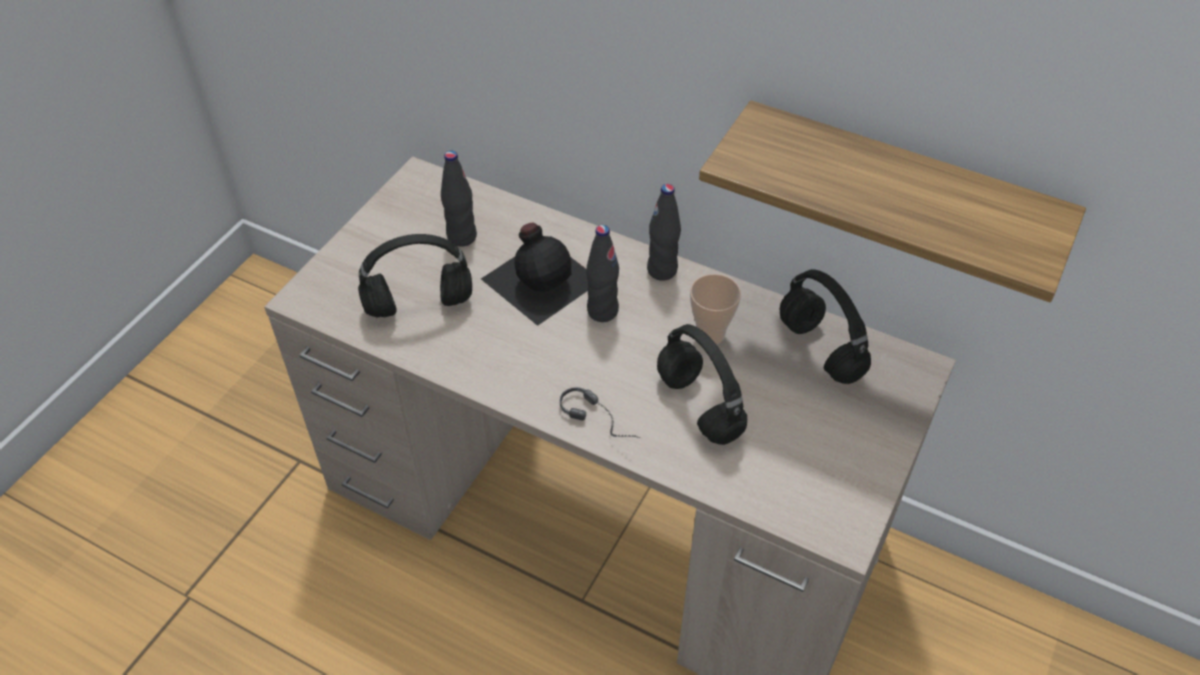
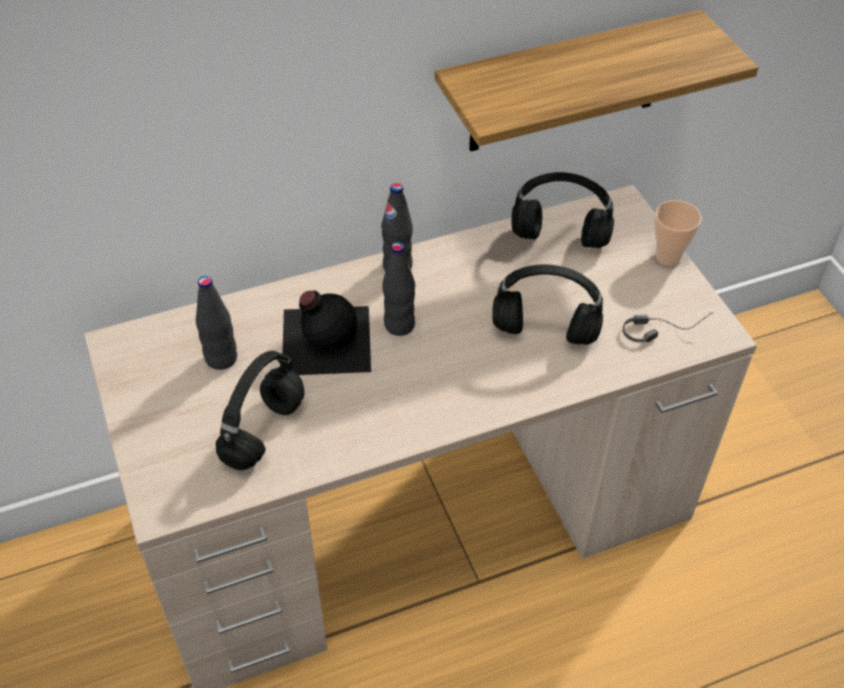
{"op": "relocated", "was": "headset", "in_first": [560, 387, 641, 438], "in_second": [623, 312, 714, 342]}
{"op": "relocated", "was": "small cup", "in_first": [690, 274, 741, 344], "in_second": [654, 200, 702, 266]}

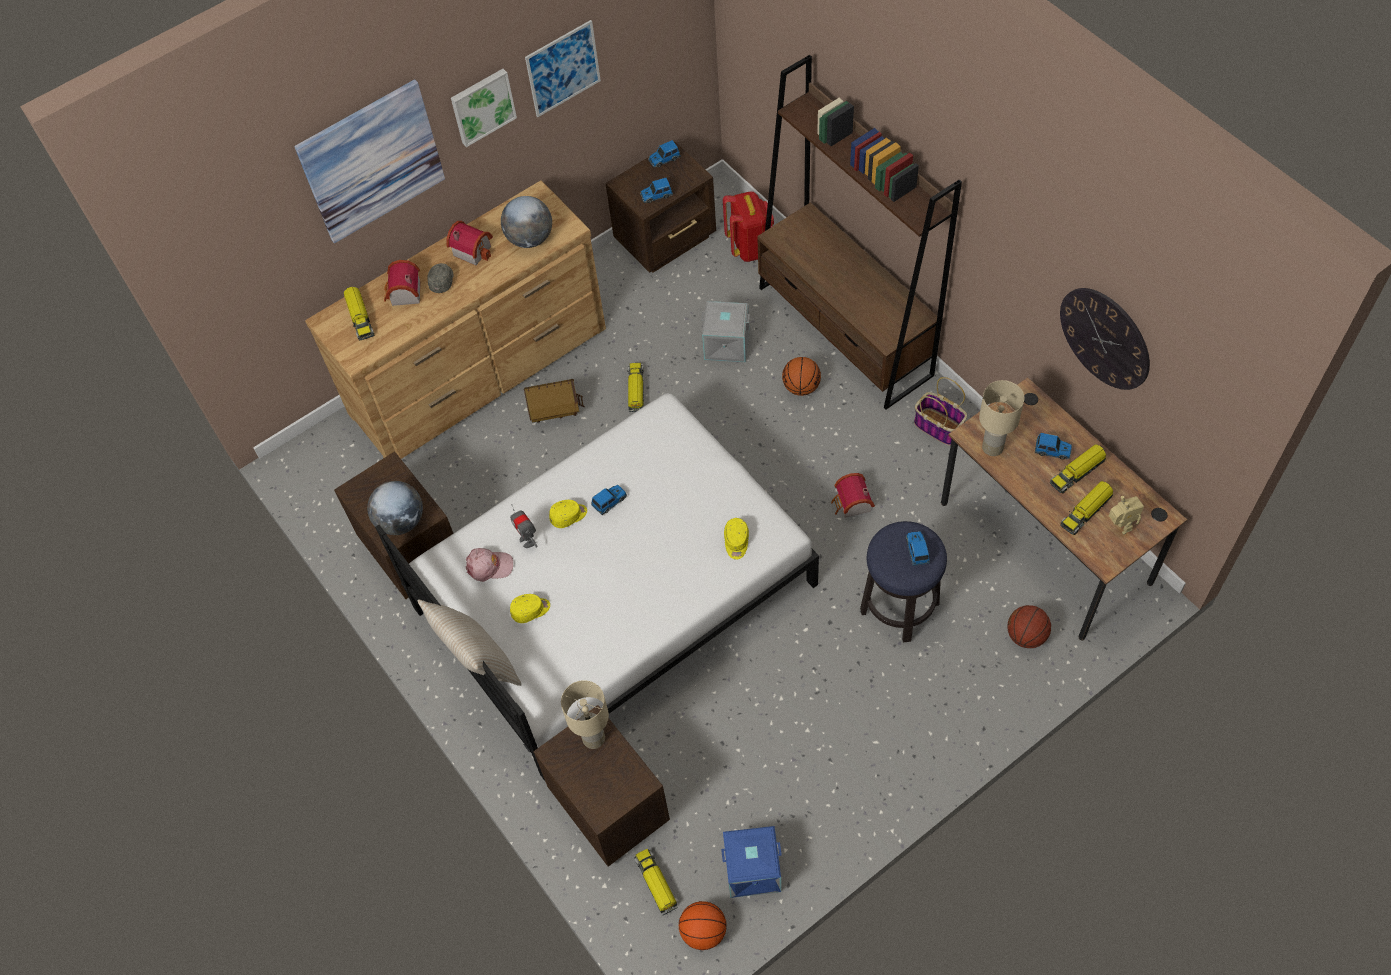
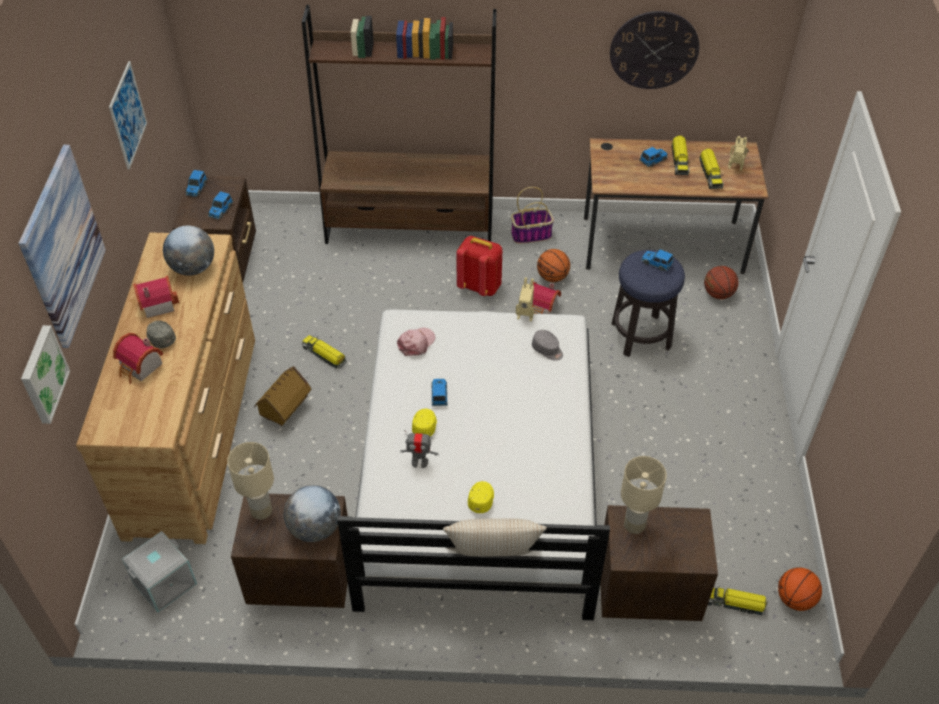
{"op": "relocated", "was": "wall art", "in_first": [451, 69, 517, 147], "in_second": [21, 325, 70, 424]}
{"op": "relocated", "was": "storage bin/grey", "in_first": [701, 301, 750, 362], "in_second": [122, 531, 197, 612]}
{"op": "relocated", "was": "table lamp/beige", "in_first": [979, 380, 1024, 456], "in_second": [227, 442, 274, 520]}
{"op": "relocated", "was": "baseball cap/pink-coloured", "in_first": [466, 548, 513, 582], "in_second": [397, 328, 435, 356]}
{"op": "relocated", "was": "backpack/reddish", "in_first": [723, 191, 774, 262], "in_second": [456, 236, 503, 296]}
{"op": "appeared", "now": "model robot", "in_second": [516, 277, 534, 322]}
{"op": "colour", "was": "baseball cap/yellow-coloured", "now": "baseball cap/grey", "in_first": [724, 518, 749, 560], "in_second": [532, 330, 563, 361]}
{"op": "relocated", "was": "basketball", "in_first": [782, 357, 821, 396], "in_second": [537, 249, 570, 282]}
{"op": "missing", "was": "toy lorry", "in_first": [344, 287, 374, 340]}
{"op": "missing", "was": "storage bin/blue", "in_first": [721, 826, 782, 898]}

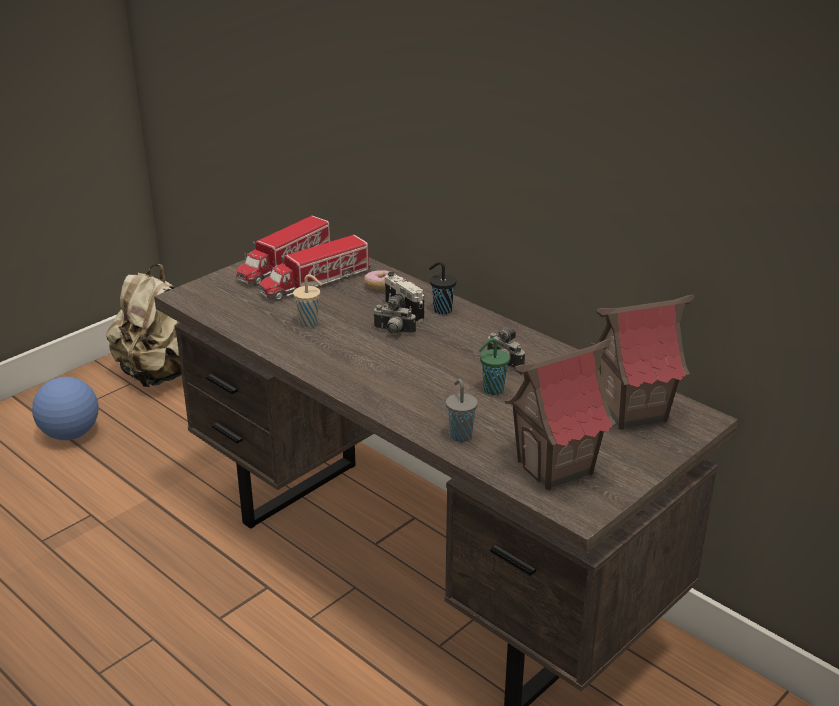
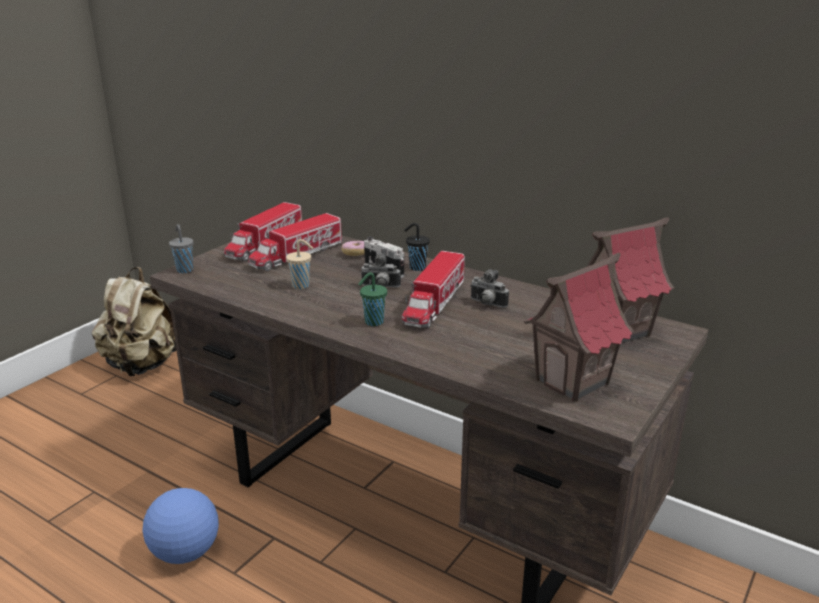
{"op": "relocated", "was": "ball for football", "in_first": [32, 377, 99, 440], "in_second": [142, 488, 219, 564]}
{"op": "relocated", "was": "small cup/grey", "in_first": [446, 379, 478, 442], "in_second": [169, 224, 193, 273]}
{"op": "relocated", "was": "small cup/green", "in_first": [478, 338, 510, 395], "in_second": [358, 272, 387, 326]}
{"op": "appeared", "now": "toy lorry", "in_second": [402, 251, 465, 328]}

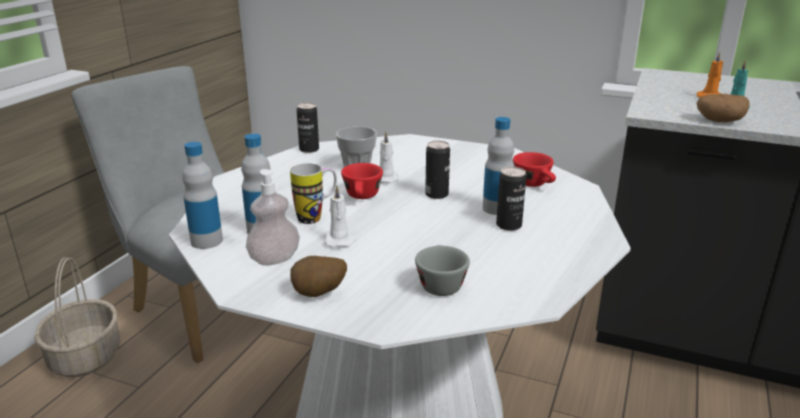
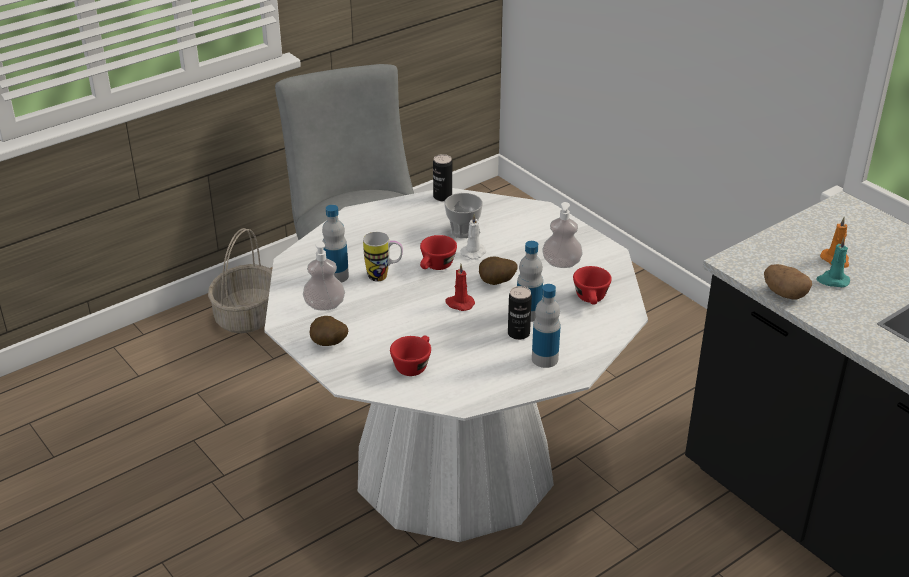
{"op": "colour", "was": "small cup/grey", "now": "small cup/reddish", "in_first": [415, 245, 470, 296], "in_second": [390, 335, 431, 376]}
{"op": "appeared", "now": "wax light/reddish", "in_second": [445, 264, 475, 311]}
{"op": "exchanged", "was": "sealed can", "now": "spud", "in_first": [425, 141, 450, 199], "in_second": [479, 256, 518, 285]}
{"op": "relocated", "was": "beverage bottle", "in_first": [182, 142, 223, 249], "in_second": [532, 284, 561, 368]}
{"op": "appeared", "now": "soap bottle", "in_second": [542, 202, 583, 268]}
{"op": "missing", "was": "wax light/white", "in_first": [324, 186, 356, 248]}

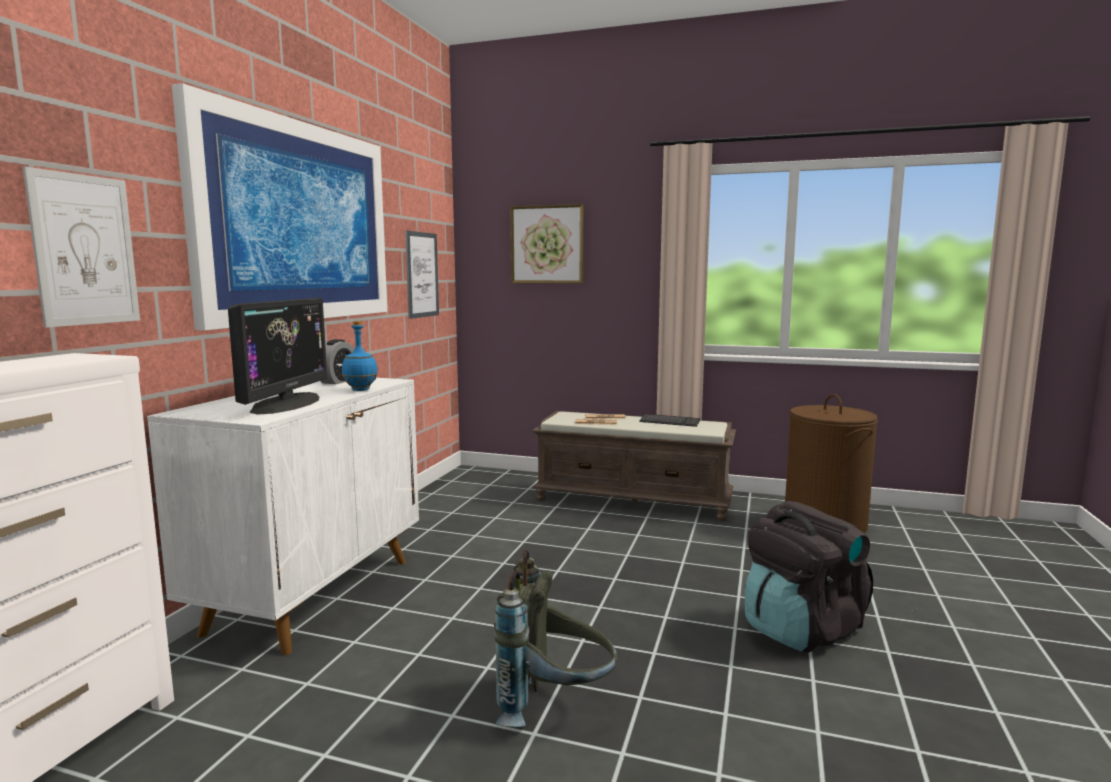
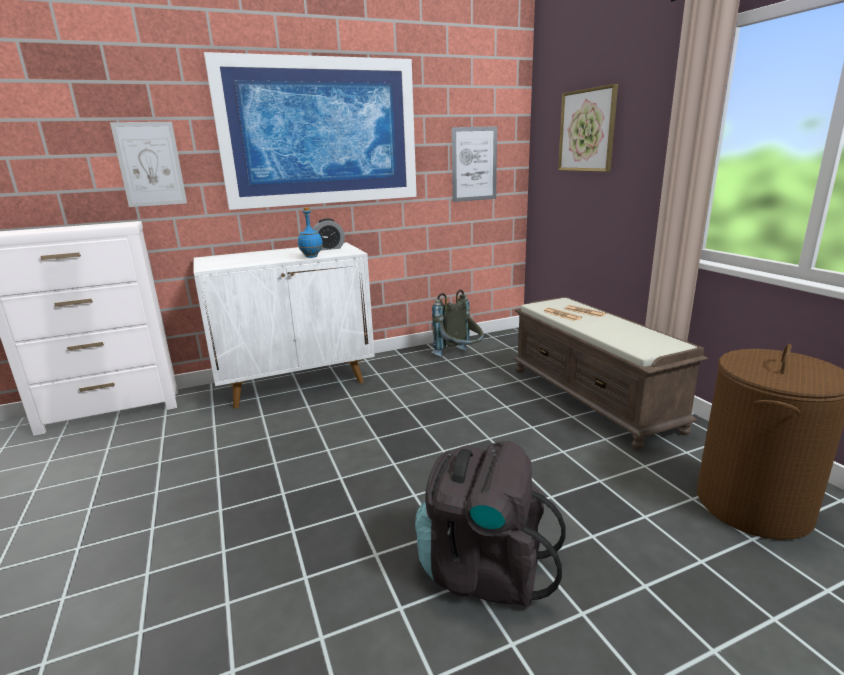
{"op": "relocated", "was": "backpack/grey", "in_first": [494, 550, 617, 727], "in_second": [432, 289, 484, 357]}
{"op": "missing", "was": "computer display", "in_first": [228, 298, 327, 415]}
{"op": "missing", "was": "computer keyboard", "in_first": [639, 414, 701, 427]}

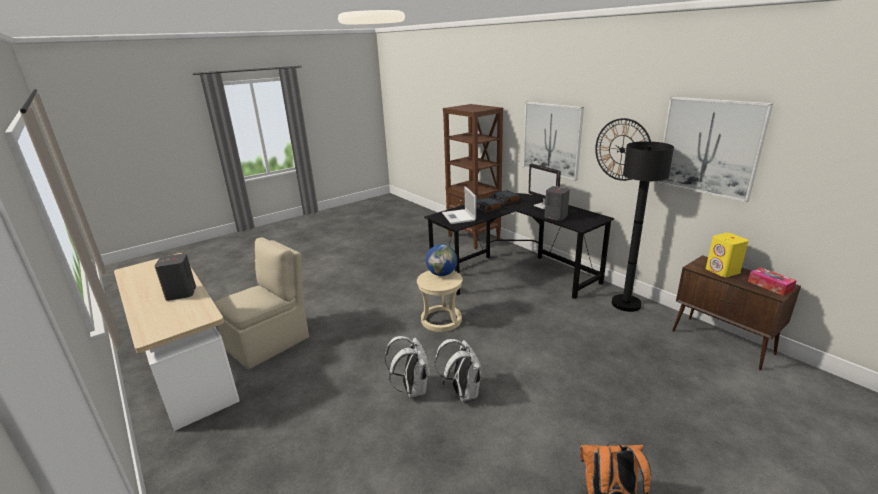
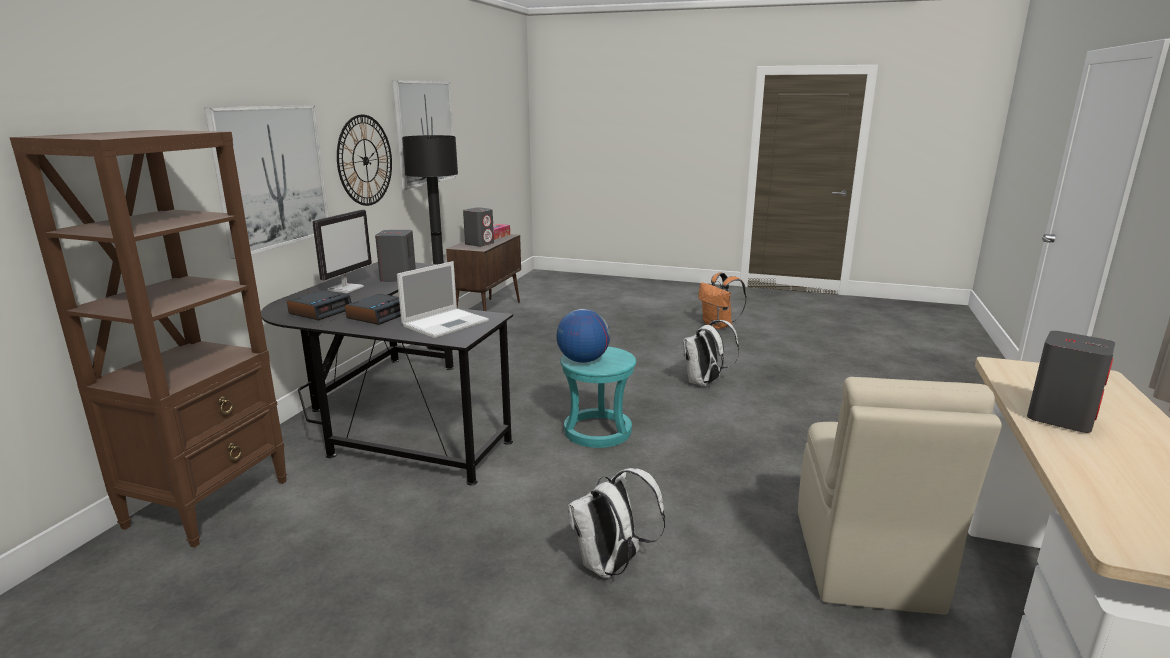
{"op": "colour", "was": "audio speaker/yellow-coloured", "now": "audio speaker/grey", "in_first": [706, 233, 749, 277], "in_second": [463, 207, 494, 247]}
{"op": "colour", "was": "stool seat/beige", "now": "stool seat/blue-green", "in_first": [417, 271, 463, 332], "in_second": [560, 347, 636, 448]}
{"op": "relocated", "was": "backpack/white", "in_first": [385, 336, 430, 398], "in_second": [568, 468, 666, 578]}
{"op": "spun", "was": "plain chair/beige", "in_first": [214, 237, 309, 369], "in_second": [798, 377, 1002, 615], "clockwise": -90}

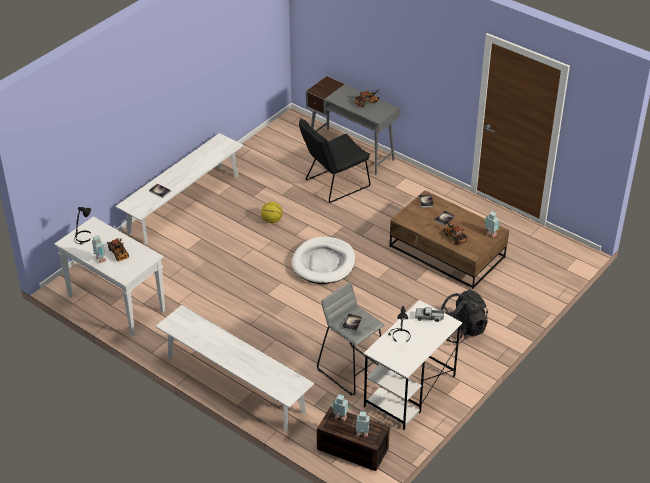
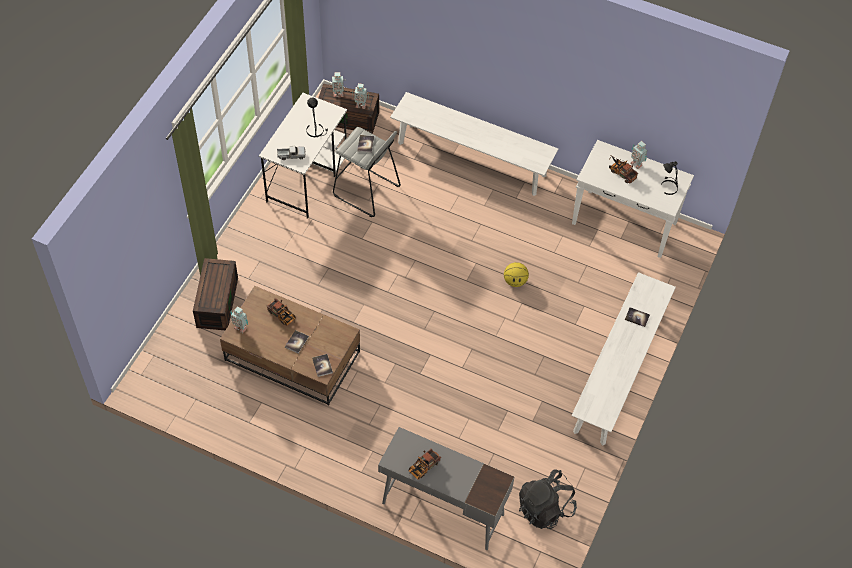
{"op": "appeared", "now": "storage bin/brown-coloured", "in_second": [193, 258, 238, 330]}
{"op": "relocated", "was": "basketball", "in_first": [261, 202, 283, 223], "in_second": [504, 262, 529, 287]}
{"op": "relocated", "was": "backpack/black-coloured", "in_first": [441, 290, 488, 343], "in_second": [519, 470, 577, 529]}
{"op": "missing", "was": "pet bed/white", "in_first": [292, 237, 355, 284]}
{"op": "missing", "was": "plain chair/black-coloured", "in_first": [299, 118, 370, 203]}

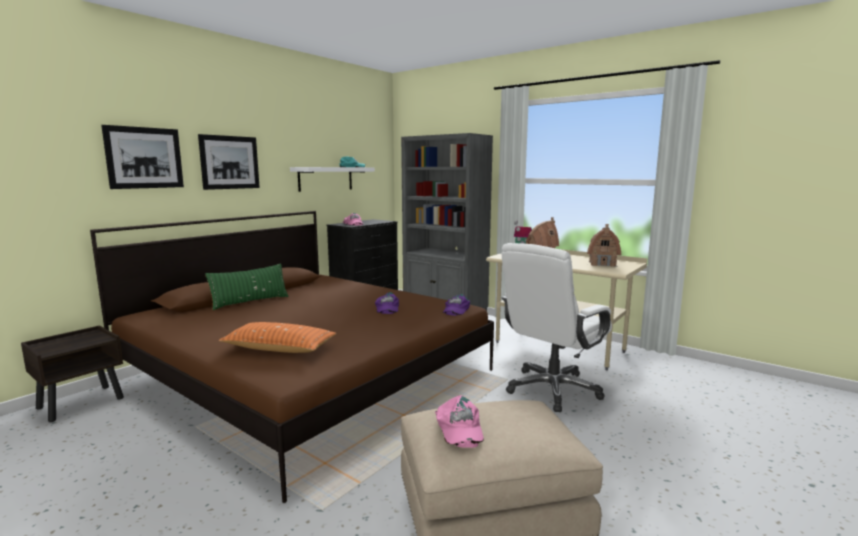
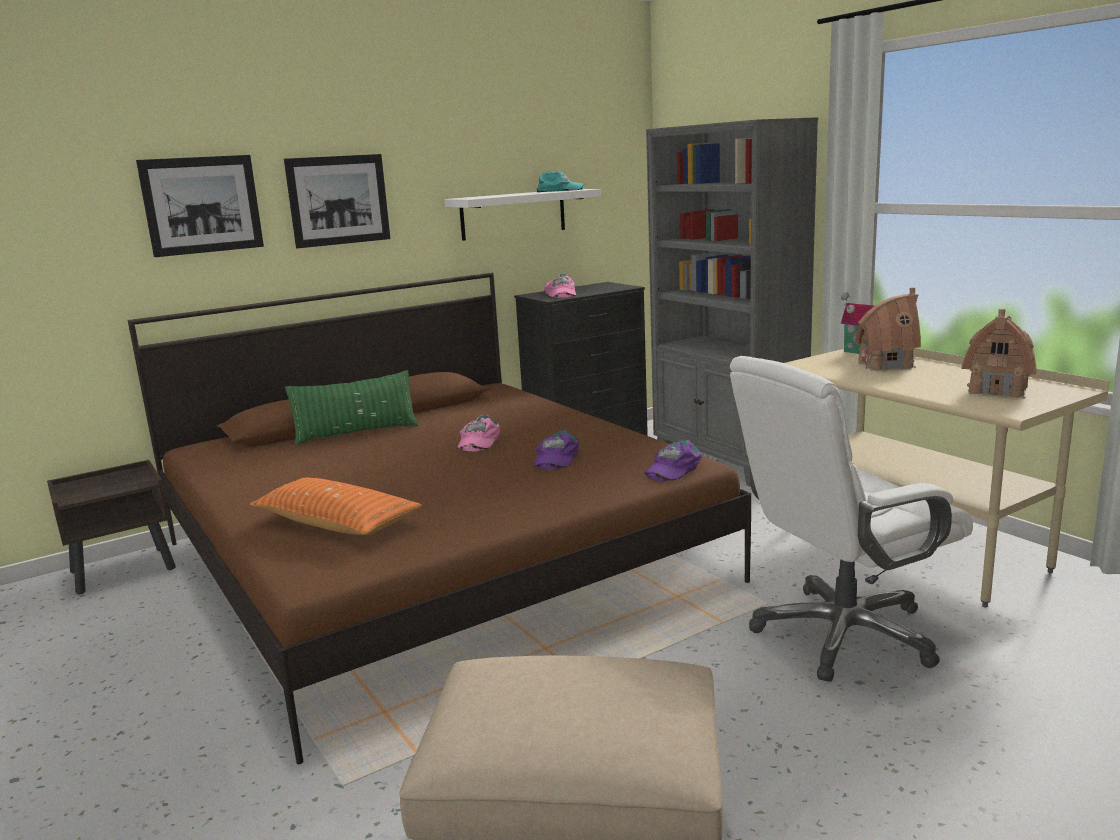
{"op": "relocated", "was": "baseball cap/pink-coloured", "in_first": [435, 395, 484, 448], "in_second": [457, 415, 500, 451]}

